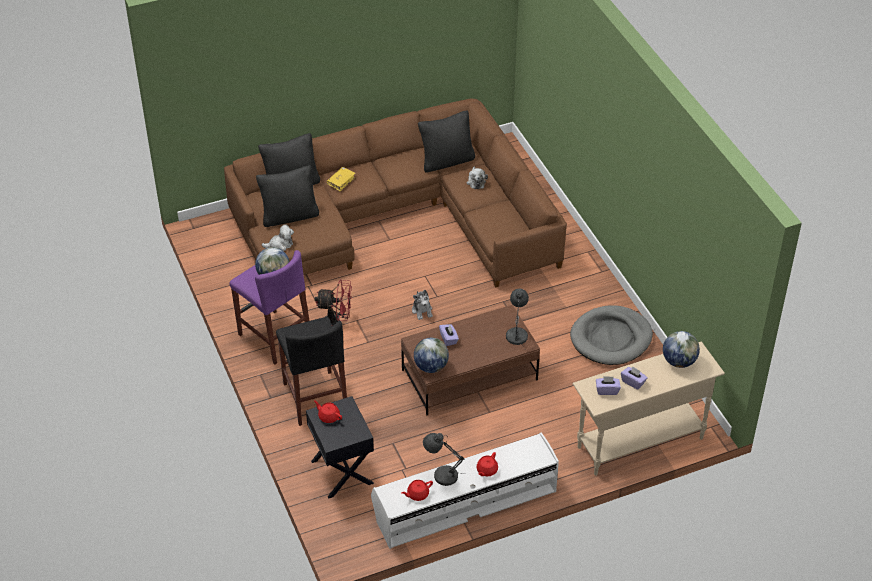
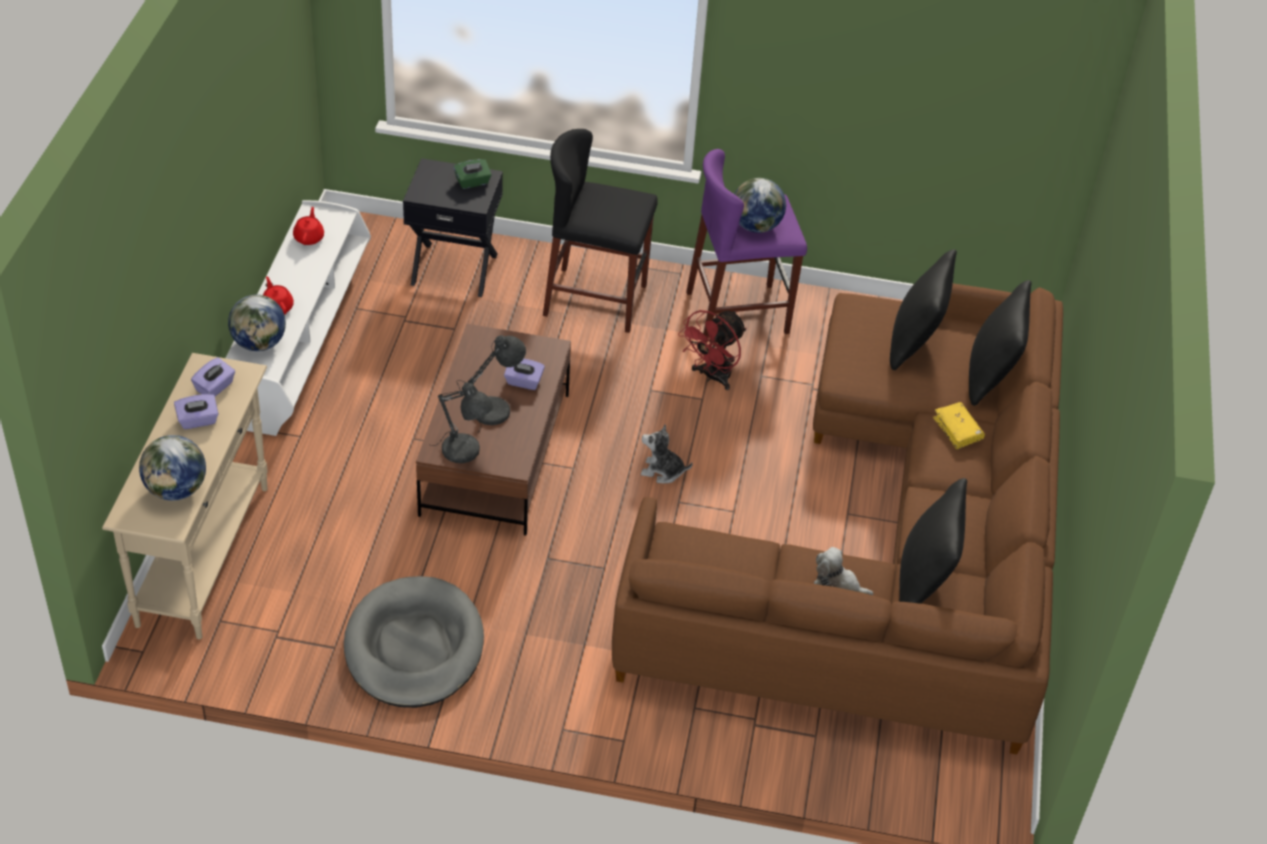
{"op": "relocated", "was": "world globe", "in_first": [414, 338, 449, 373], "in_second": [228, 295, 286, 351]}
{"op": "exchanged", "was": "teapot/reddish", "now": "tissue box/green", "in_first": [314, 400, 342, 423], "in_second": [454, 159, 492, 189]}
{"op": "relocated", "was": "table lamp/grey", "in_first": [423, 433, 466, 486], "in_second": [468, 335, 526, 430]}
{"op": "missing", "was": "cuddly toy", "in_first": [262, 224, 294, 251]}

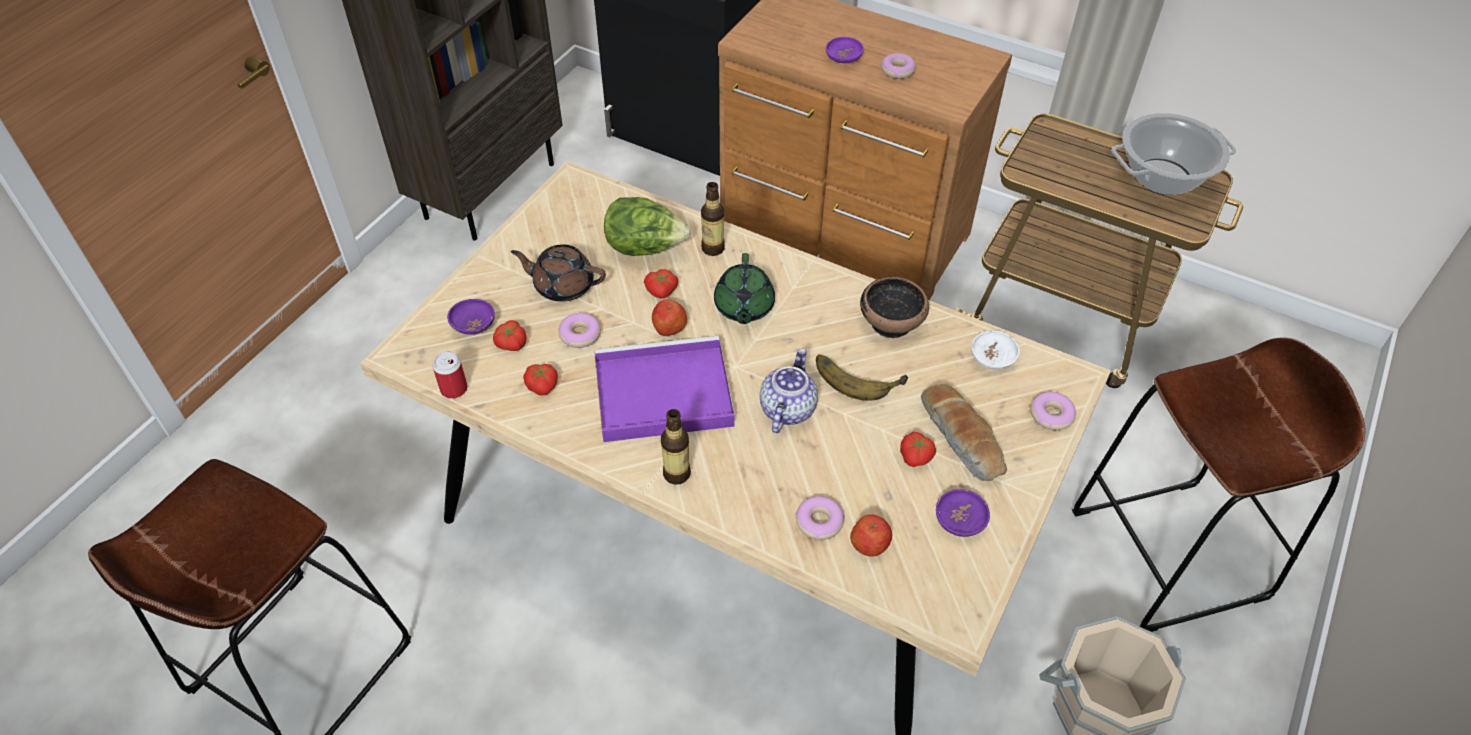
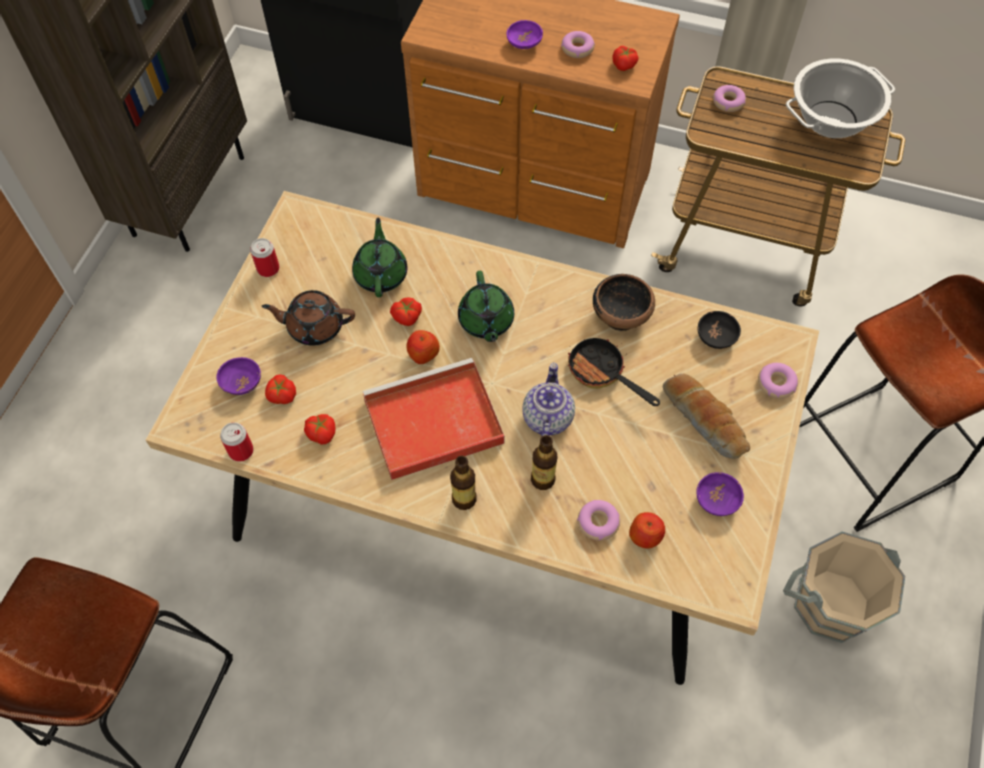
{"op": "appeared", "now": "sealed can", "in_second": [250, 238, 279, 277]}
{"op": "exchanged", "was": "lettuce", "now": "teapot/green", "in_first": [604, 197, 690, 256], "in_second": [352, 217, 407, 297]}
{"op": "colour", "was": "carrying tray/purple-coloured", "now": "carrying tray/reddish", "in_first": [594, 336, 735, 442], "in_second": [363, 358, 505, 480]}
{"op": "relocated", "was": "beverage bottle", "in_first": [701, 182, 725, 256], "in_second": [531, 435, 558, 490]}
{"op": "exchanged", "was": "banana fruit", "now": "pan", "in_first": [816, 355, 908, 401], "in_second": [568, 336, 660, 406]}
{"op": "relocated", "was": "whole tomato", "in_first": [900, 432, 936, 467], "in_second": [612, 46, 638, 71]}
{"op": "colour", "was": "deep dish/white", "now": "deep dish/black-coloured", "in_first": [971, 330, 1020, 370], "in_second": [698, 311, 741, 349]}
{"op": "relocated", "was": "donut", "in_first": [558, 313, 601, 348], "in_second": [713, 85, 746, 112]}

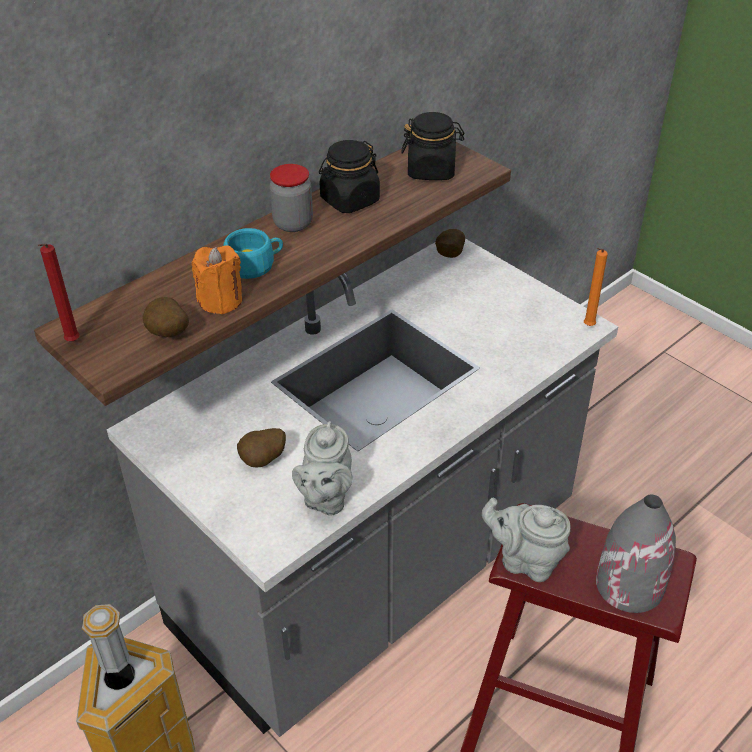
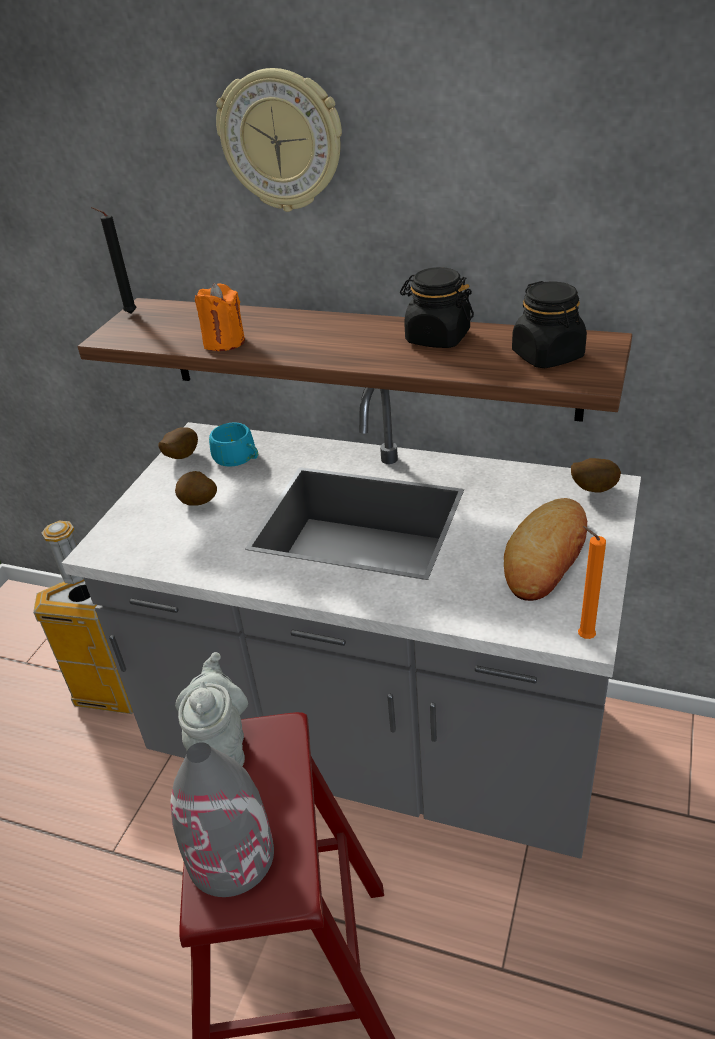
{"op": "colour", "was": "wax light/reddish", "now": "wax light/black-coloured", "in_first": [38, 244, 80, 341], "in_second": [91, 207, 136, 314]}
{"op": "relocated", "was": "spud", "in_first": [142, 297, 189, 337], "in_second": [158, 427, 198, 459]}
{"op": "relocated", "was": "small cup/blue-green", "in_first": [223, 228, 283, 279], "in_second": [209, 423, 258, 467]}
{"op": "appeared", "now": "clock on the wall", "in_second": [216, 68, 342, 212]}
{"op": "appeared", "now": "baked bread", "in_second": [504, 498, 587, 601]}
{"op": "missing", "was": "jar", "in_first": [269, 164, 313, 232]}
{"op": "missing", "was": "teapot/grey", "in_first": [292, 421, 352, 516]}

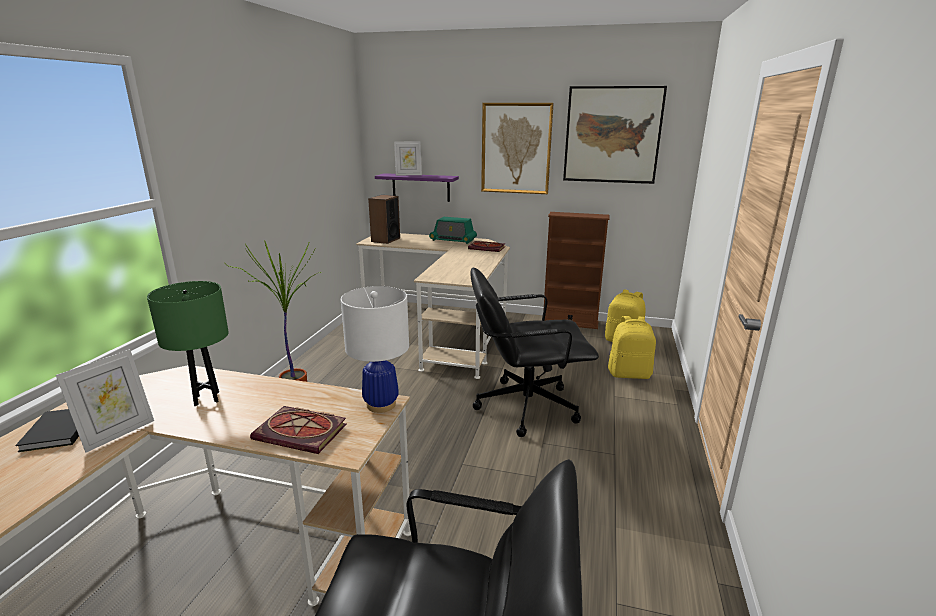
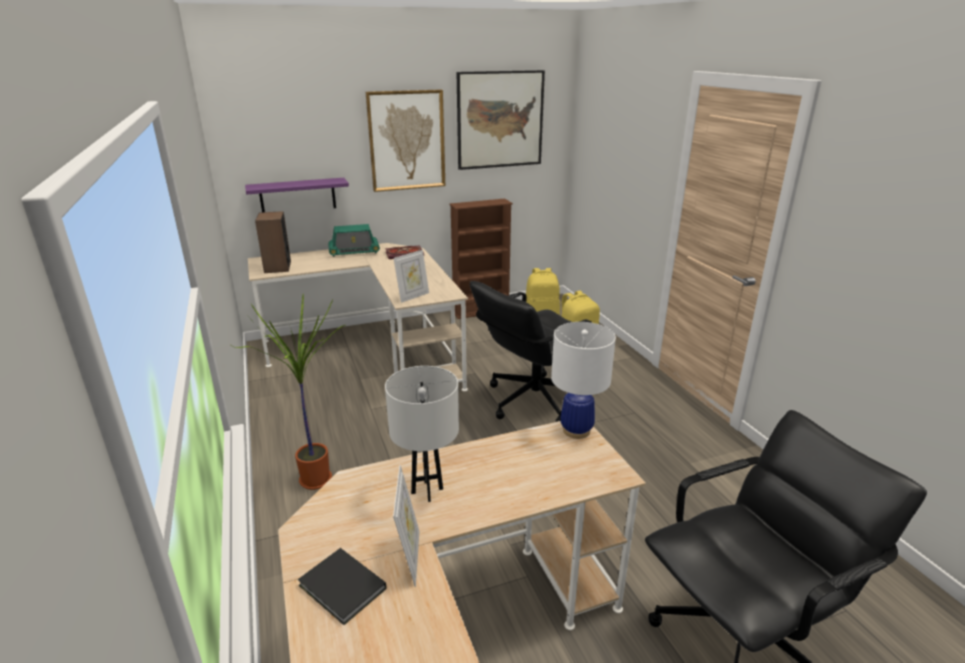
{"op": "colour", "was": "table lamp/green", "now": "table lamp/white", "in_first": [147, 281, 229, 406], "in_second": [385, 366, 459, 502]}
{"op": "relocated", "was": "photo frame", "in_first": [394, 141, 422, 176], "in_second": [394, 250, 429, 303]}
{"op": "missing", "was": "bound book", "in_first": [250, 406, 347, 454]}

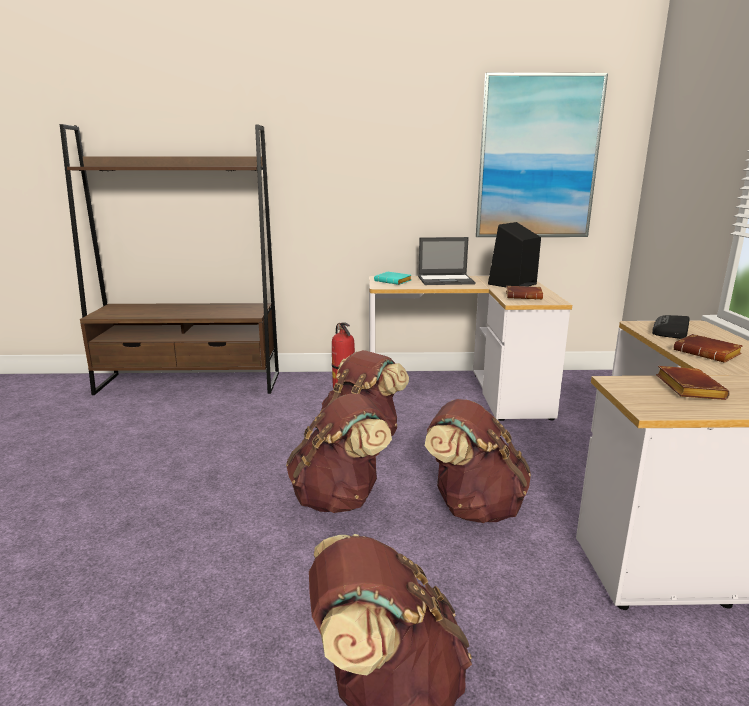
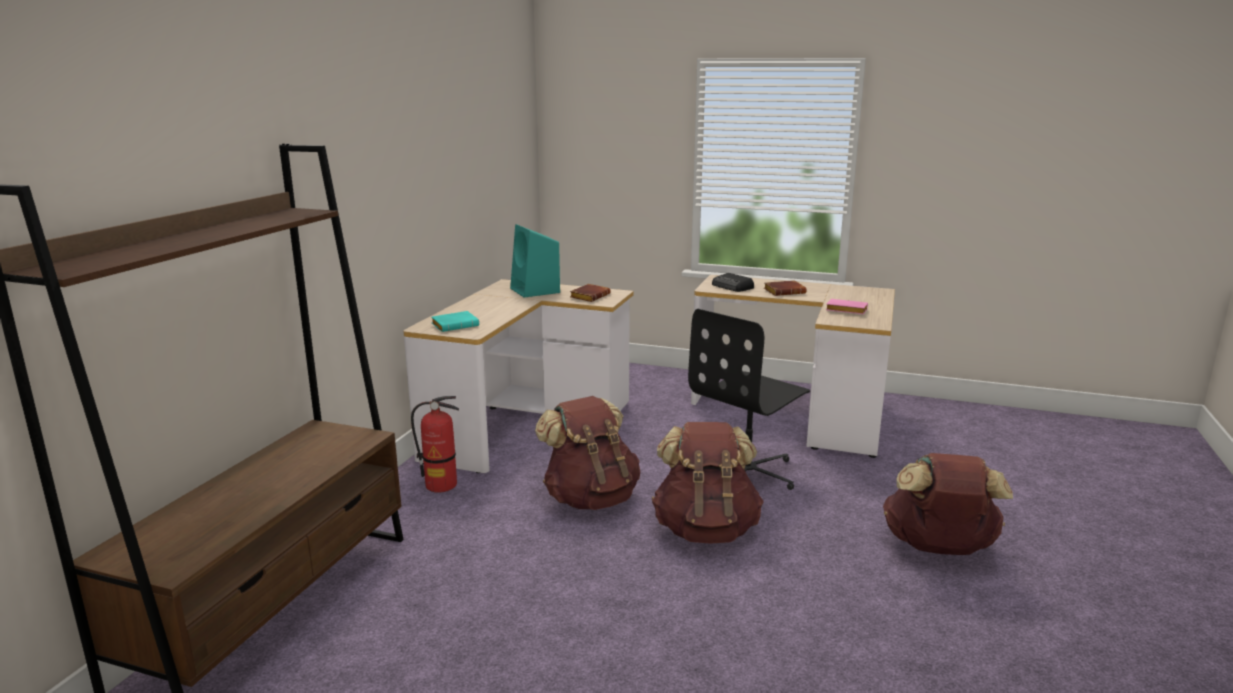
{"op": "colour", "was": "audio speaker/black-coloured", "now": "audio speaker/blue-green", "in_first": [488, 222, 541, 288], "in_second": [510, 224, 560, 298]}
{"op": "exchanged", "was": "backpack/brown-coloured", "now": "office chair/black-coloured", "in_first": [425, 399, 531, 523], "in_second": [688, 309, 810, 490]}
{"op": "colour", "was": "bound book/brown-coloured", "now": "bound book/pink-coloured", "in_first": [656, 366, 730, 400], "in_second": [826, 299, 868, 314]}
{"op": "missing", "was": "notebook computer", "in_first": [418, 237, 475, 285]}
{"op": "missing", "was": "wall art", "in_first": [476, 73, 608, 237]}

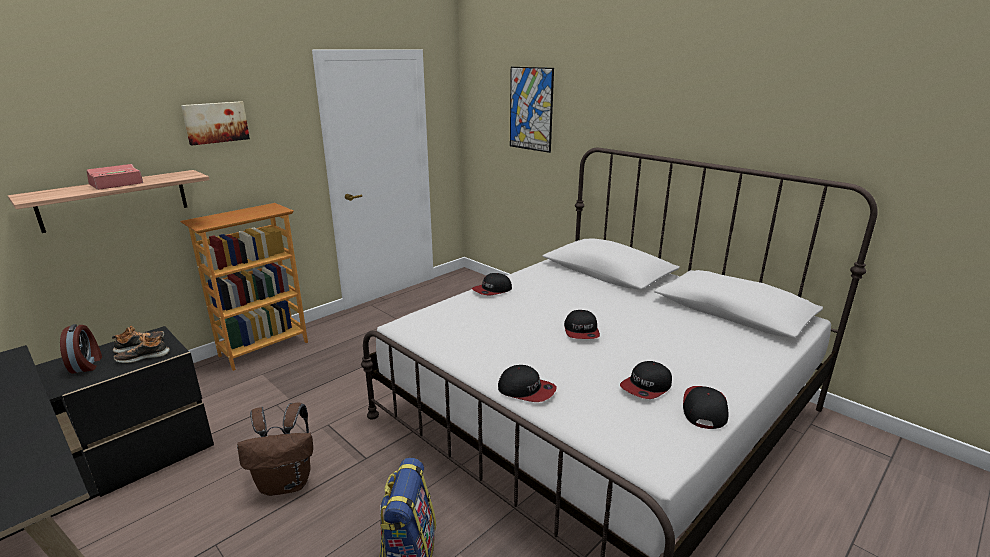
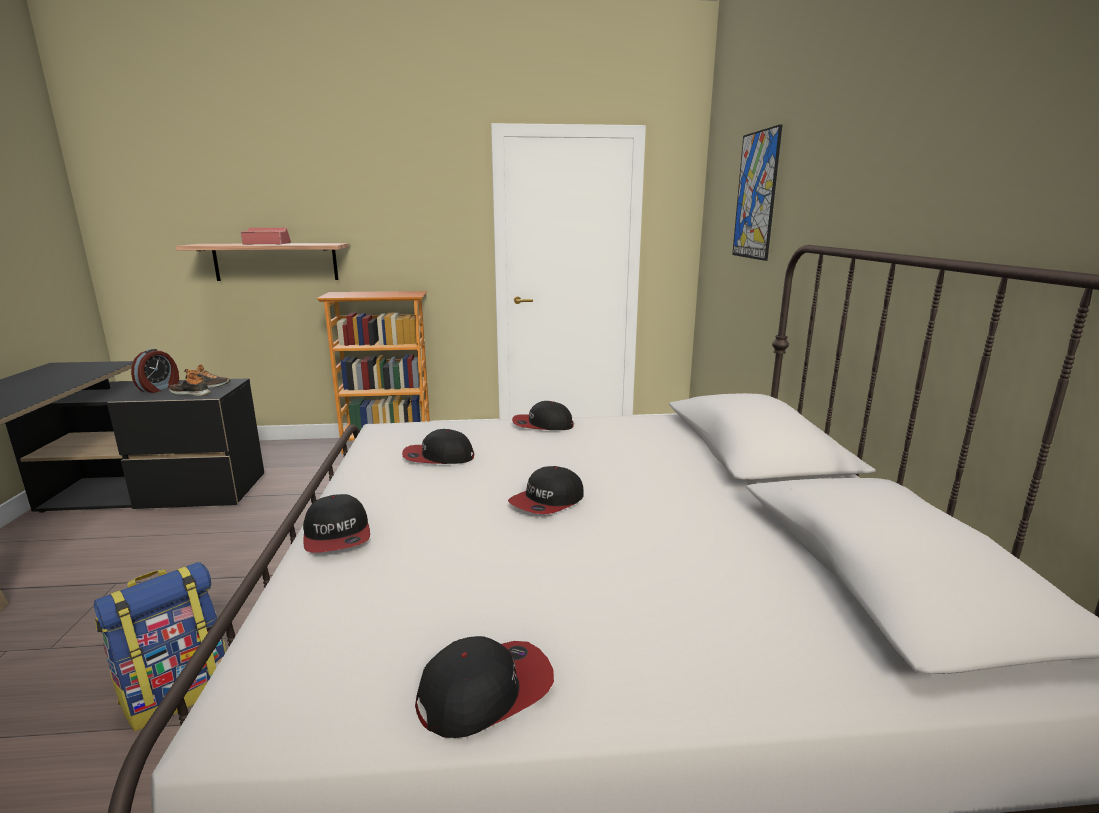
{"op": "relocated", "was": "baseball cap", "in_first": [620, 361, 672, 399], "in_second": [402, 429, 474, 464]}
{"op": "missing", "was": "wall art", "in_first": [181, 101, 250, 146]}
{"op": "missing", "was": "backpack/brown-coloured", "in_first": [237, 403, 313, 496]}

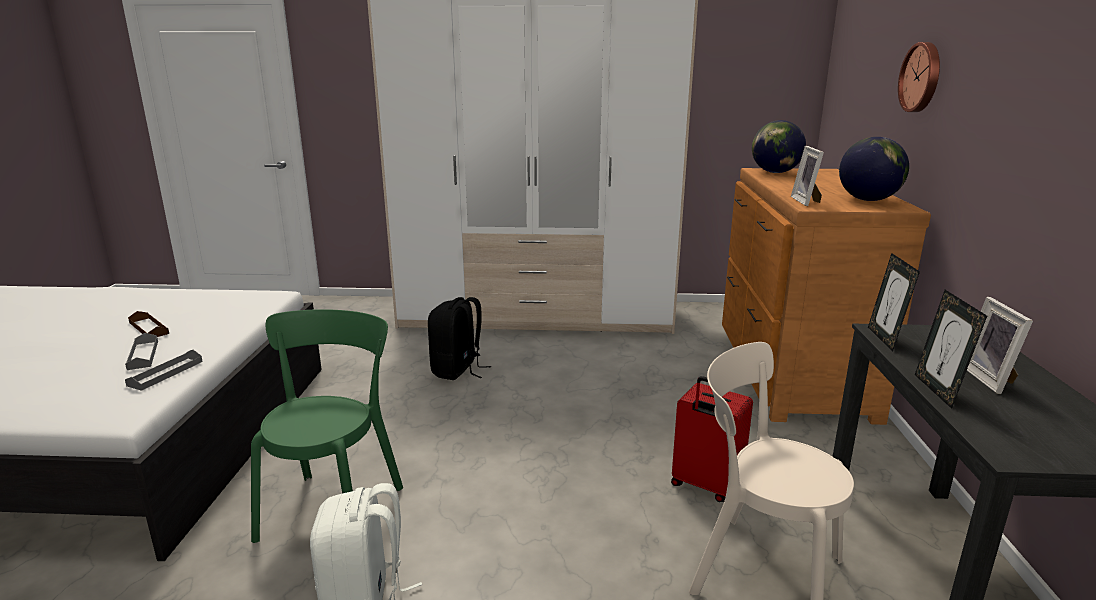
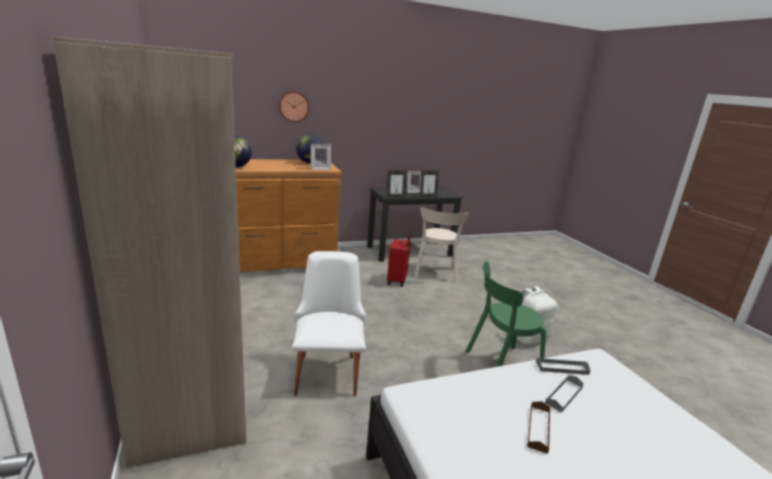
{"op": "exchanged", "was": "backpack/black-coloured", "now": "plain chair/white", "in_first": [428, 297, 491, 380], "in_second": [292, 251, 366, 396]}

